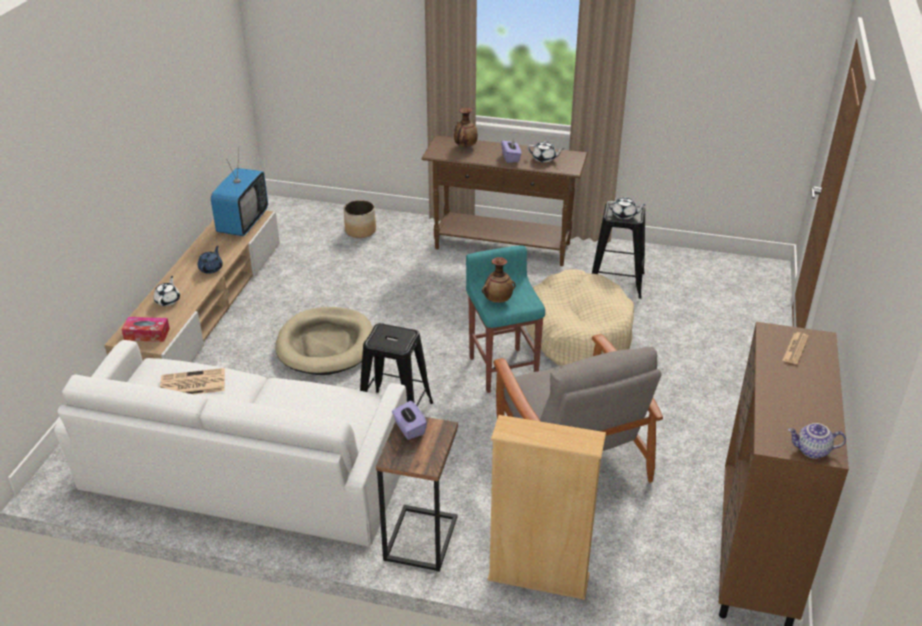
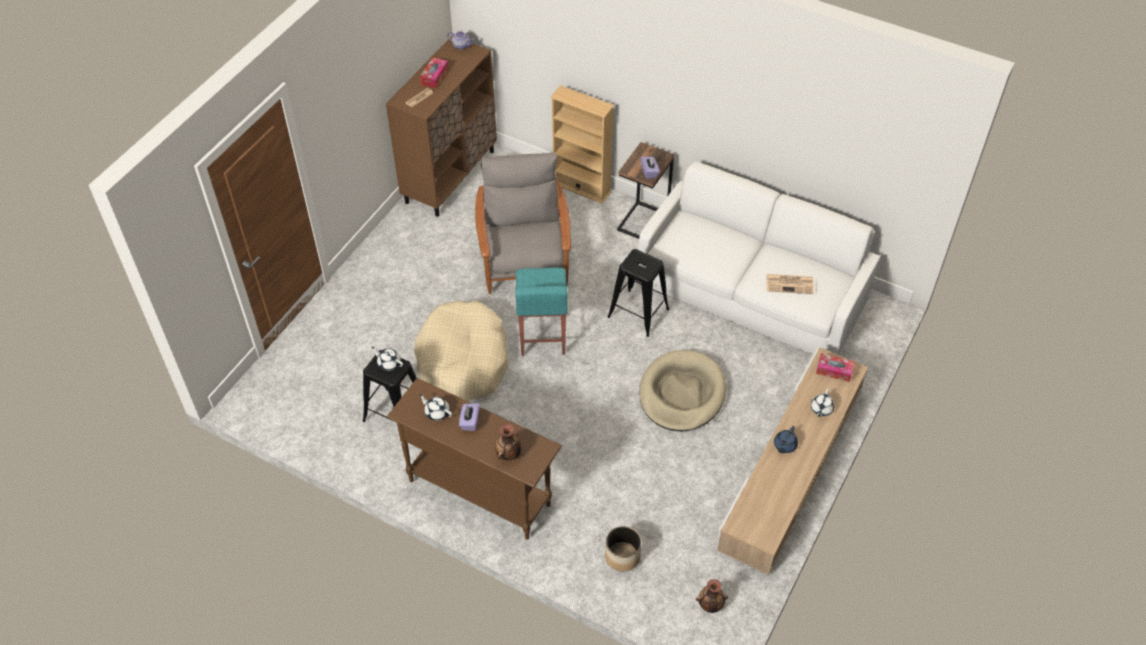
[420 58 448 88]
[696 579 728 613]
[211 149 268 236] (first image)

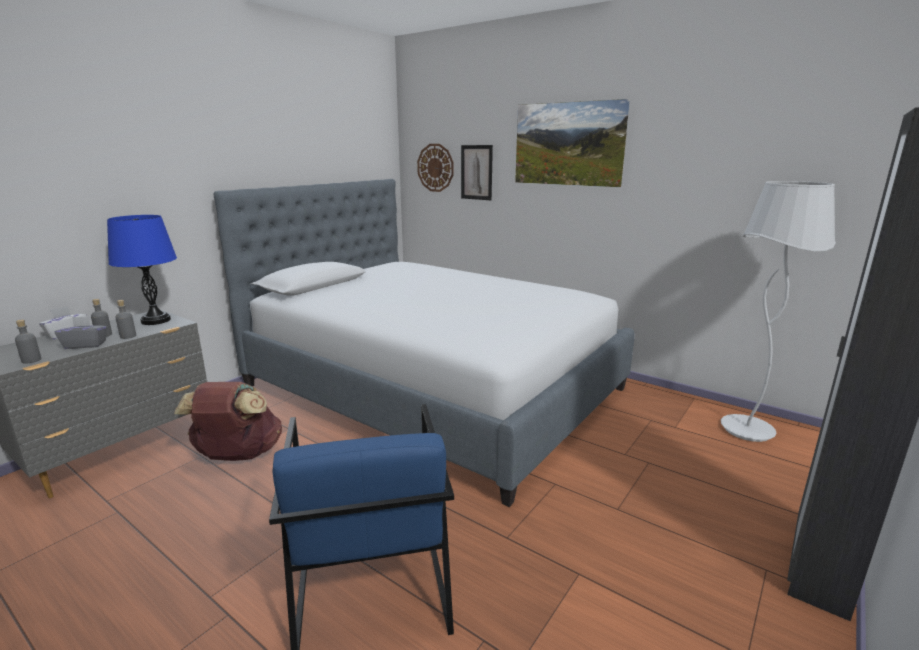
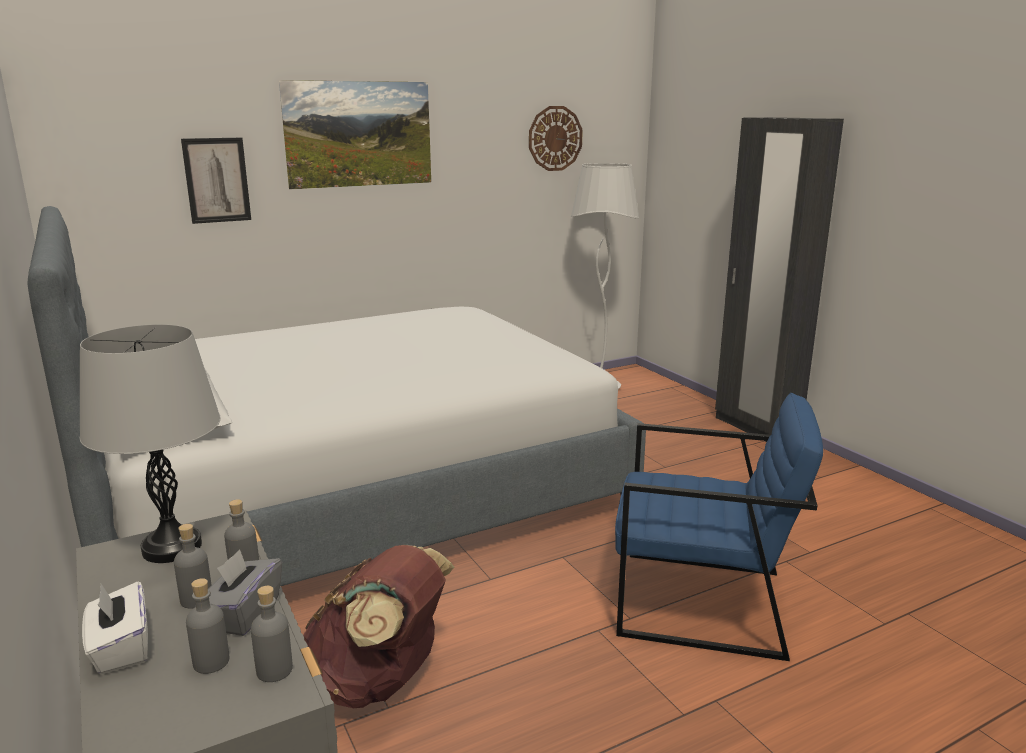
[80 324 221 563]
[186 578 229 674]
[529 106 583 171]

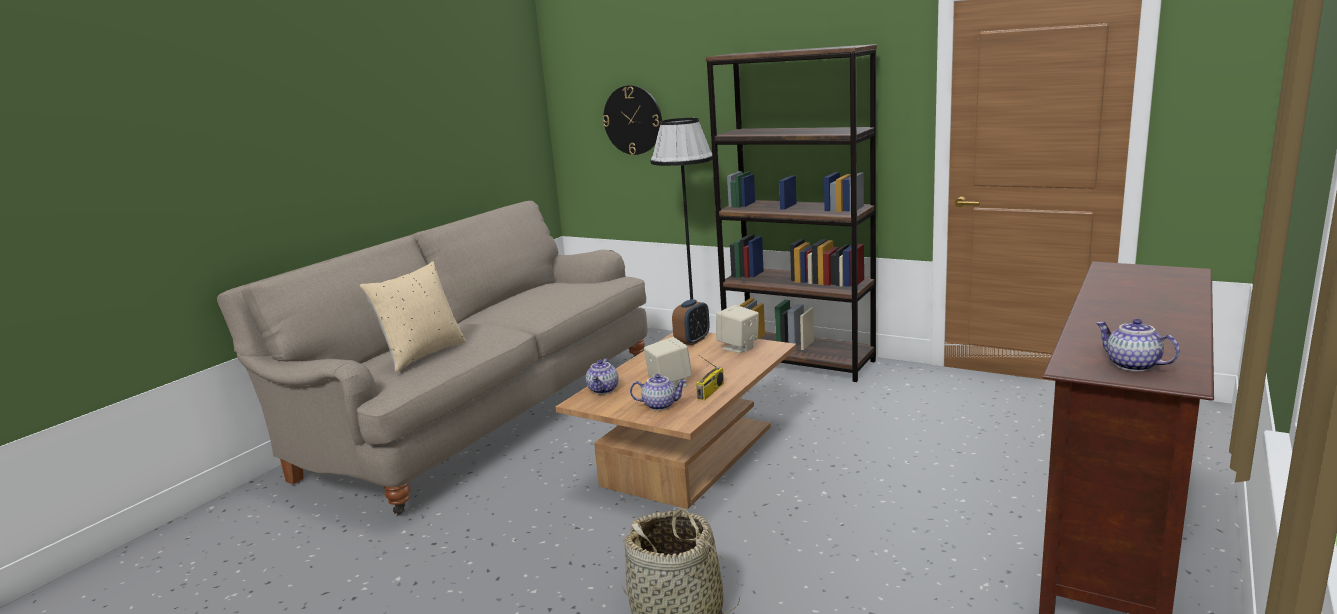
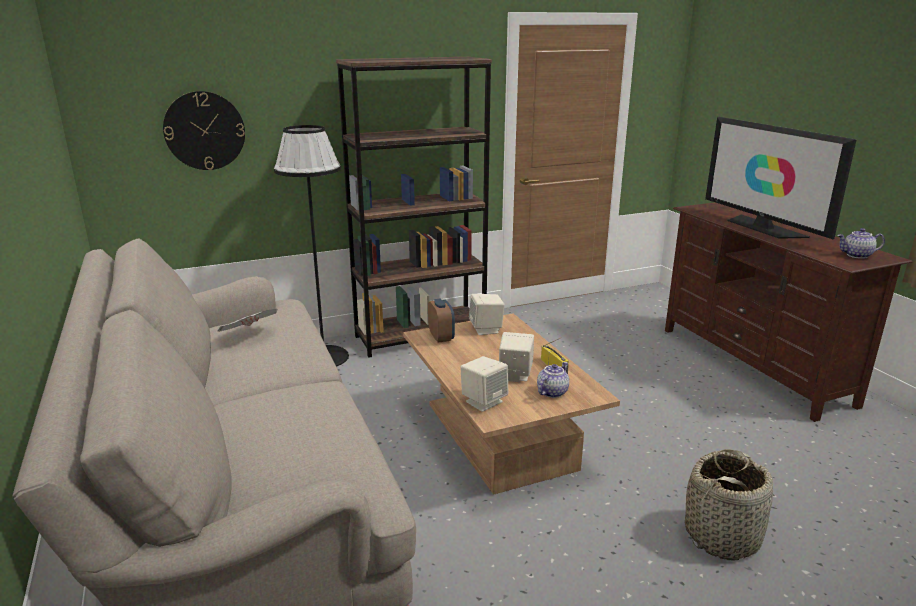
[217 309 277 332]
[460 356 509 412]
[705 117 857 239]
[360 261 466 372] (first image)

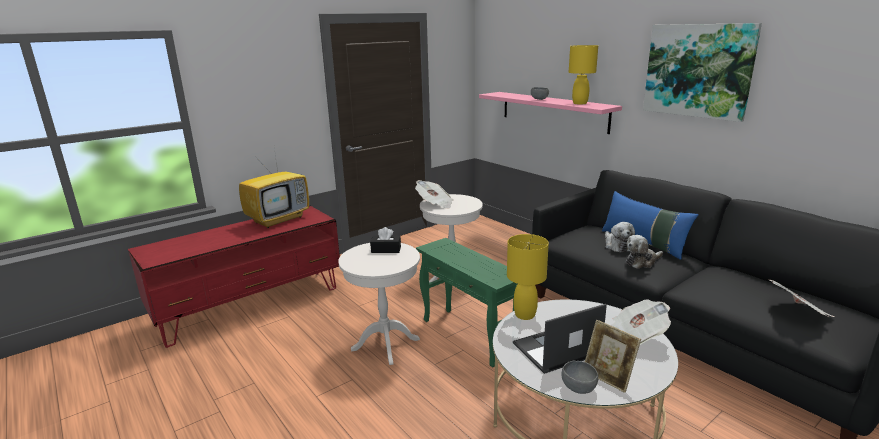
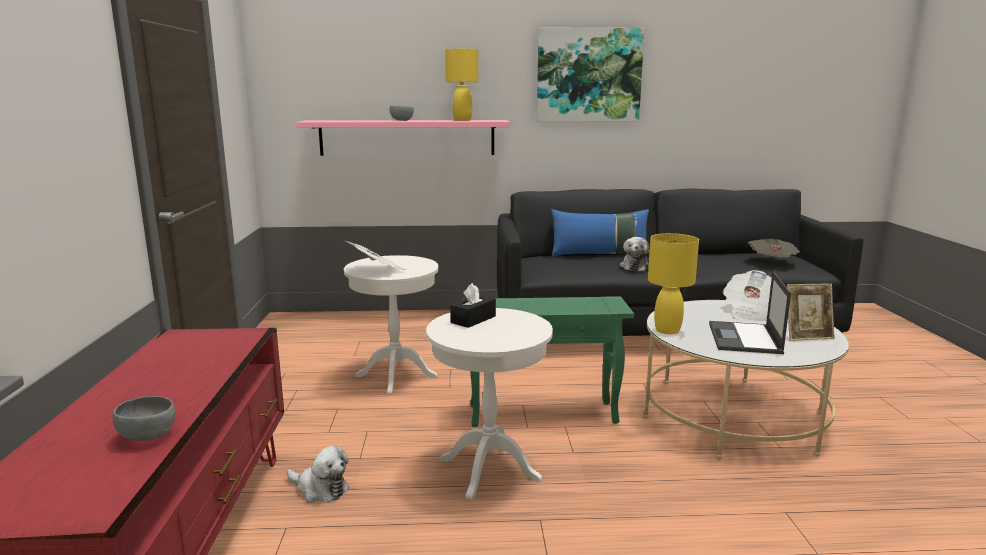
[113 396 175 441]
[287 446 349 503]
[239 148 309 228] (first image)

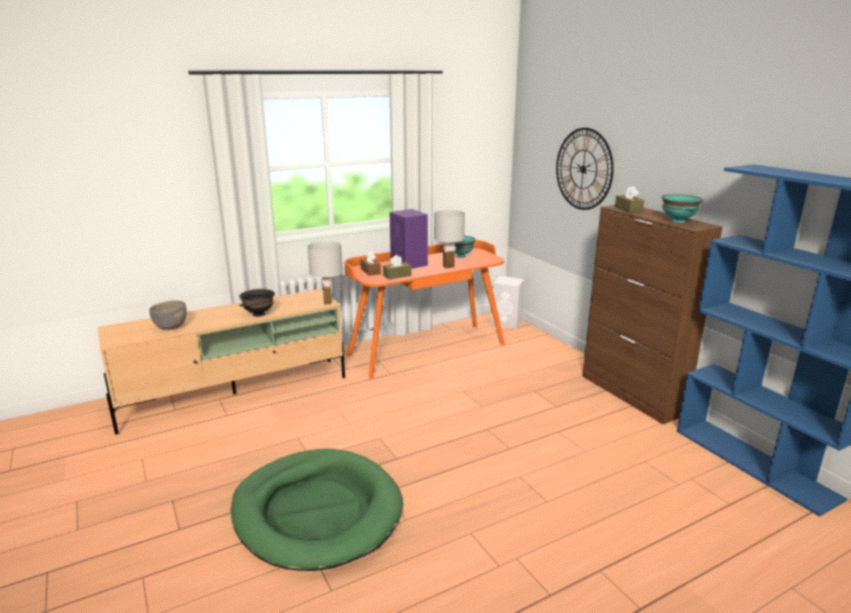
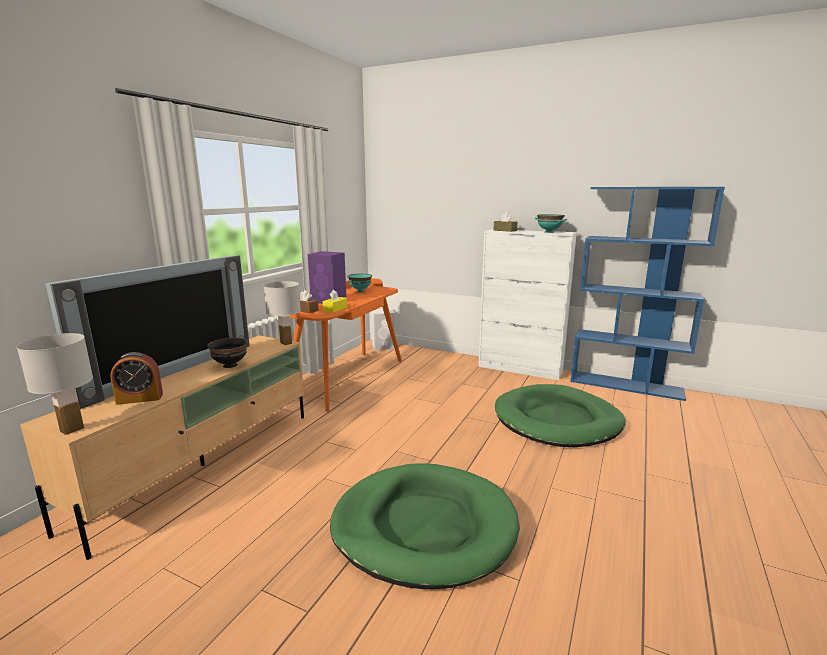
[17 333 93 435]
[45 255 250 409]
[111 352 163 405]
[323 290 347 313]
[478 229 577 380]
[495 384 626 447]
[556 128 614 210] (first image)

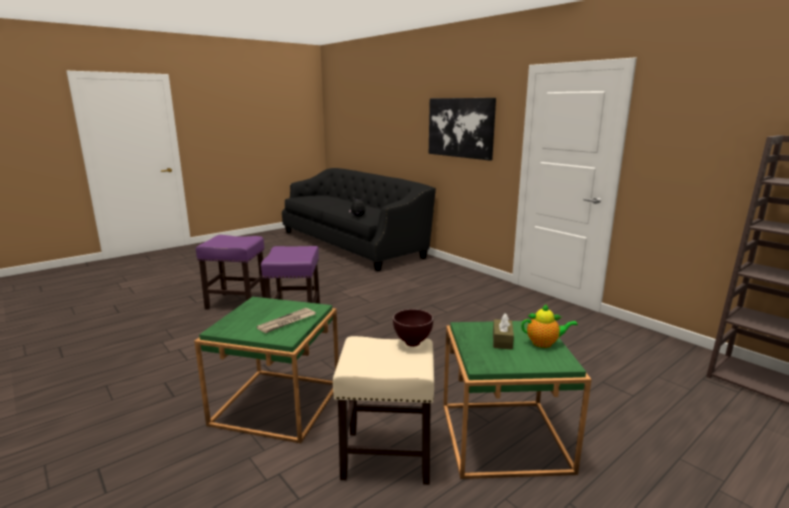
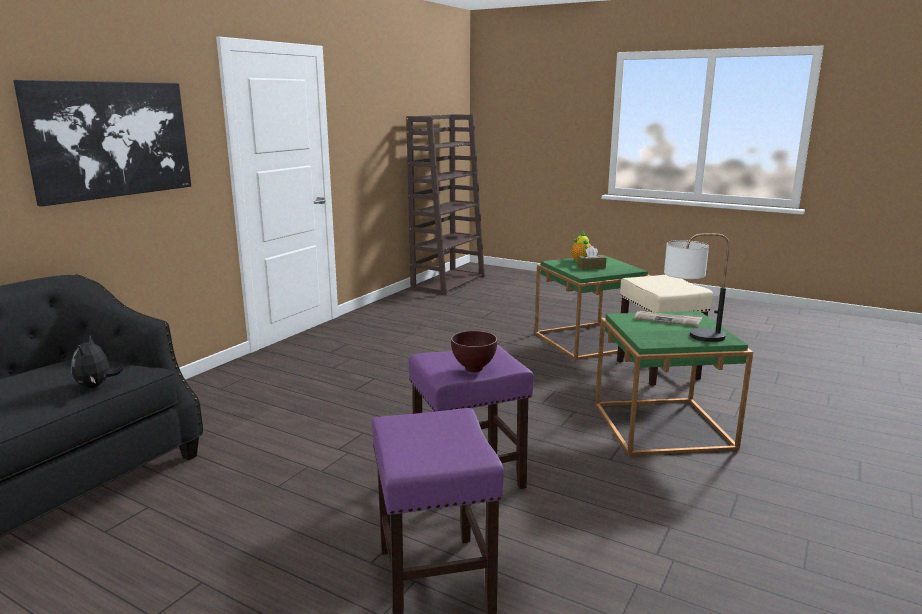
[451 331 497 372]
[664 233 729 342]

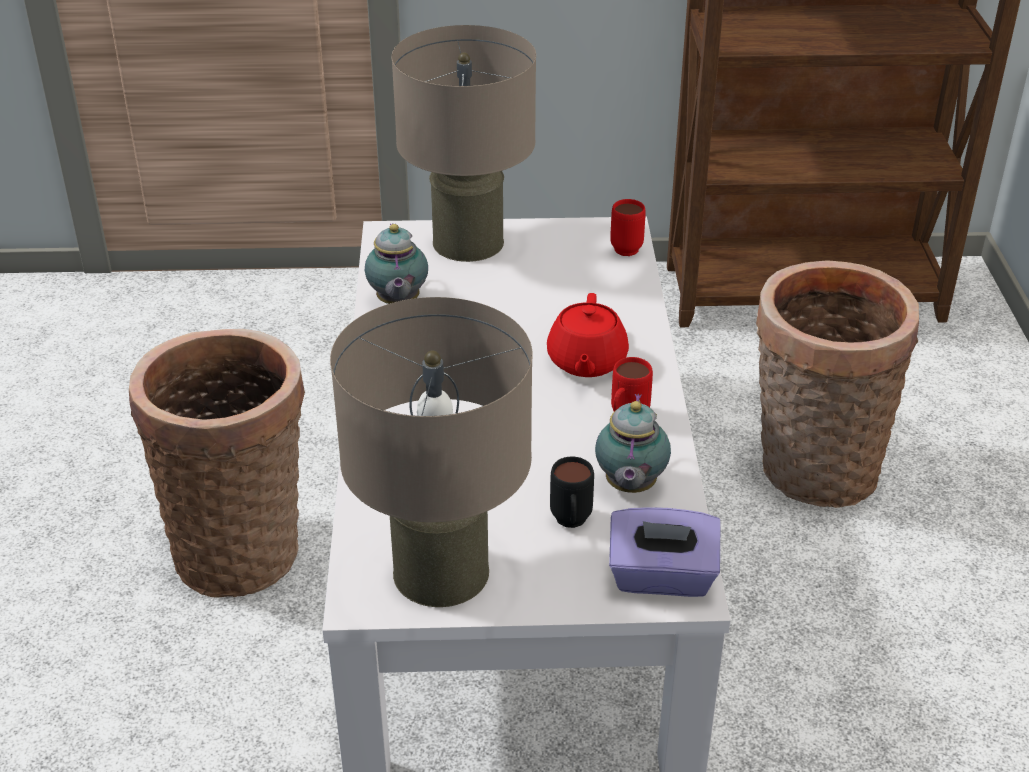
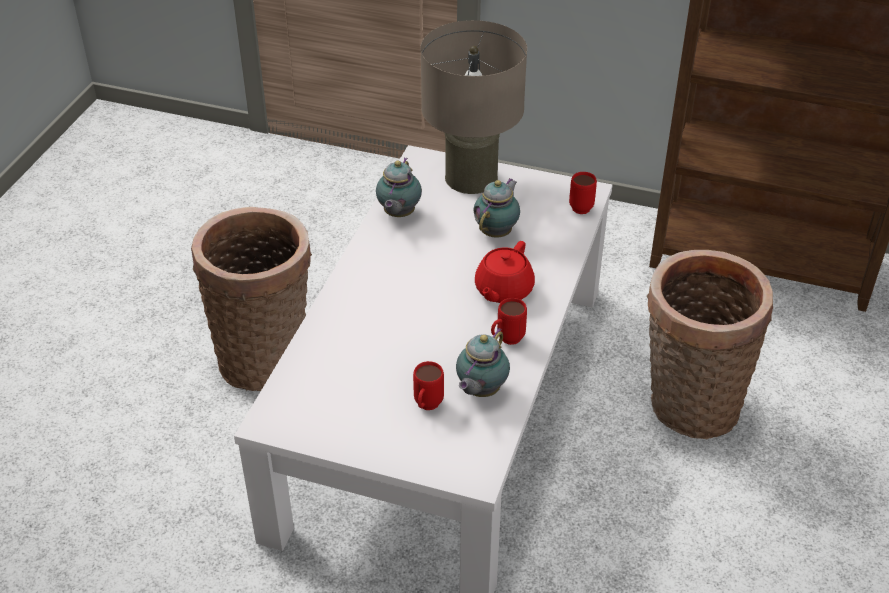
[413 361 444 410]
[473 178 520 237]
[330 297 533 607] (first image)
[609 507 720 597] (first image)

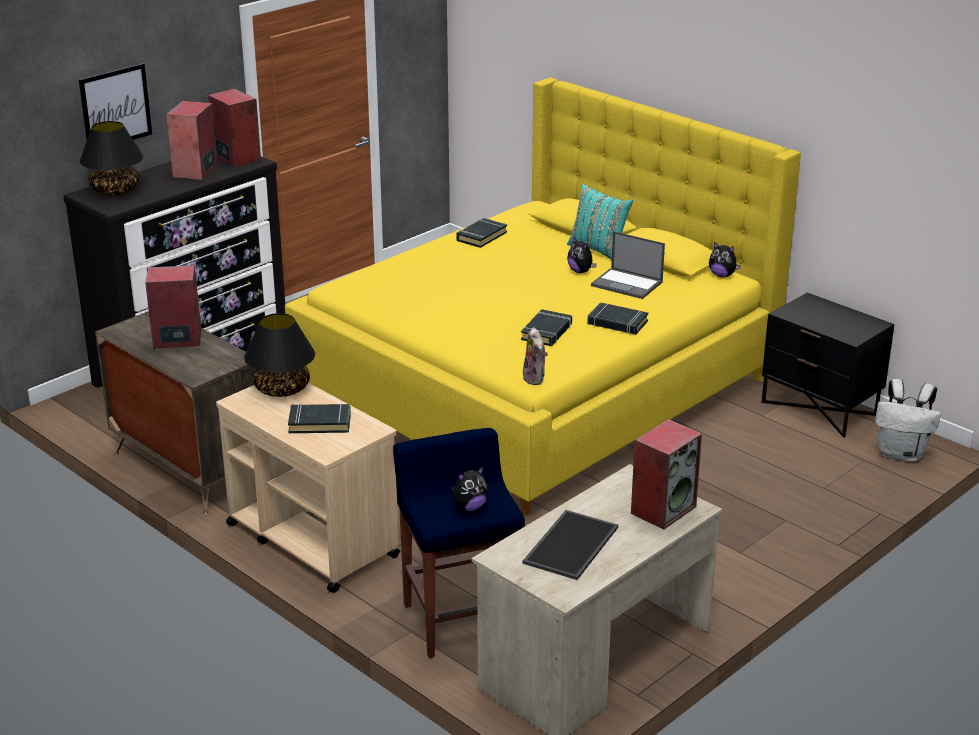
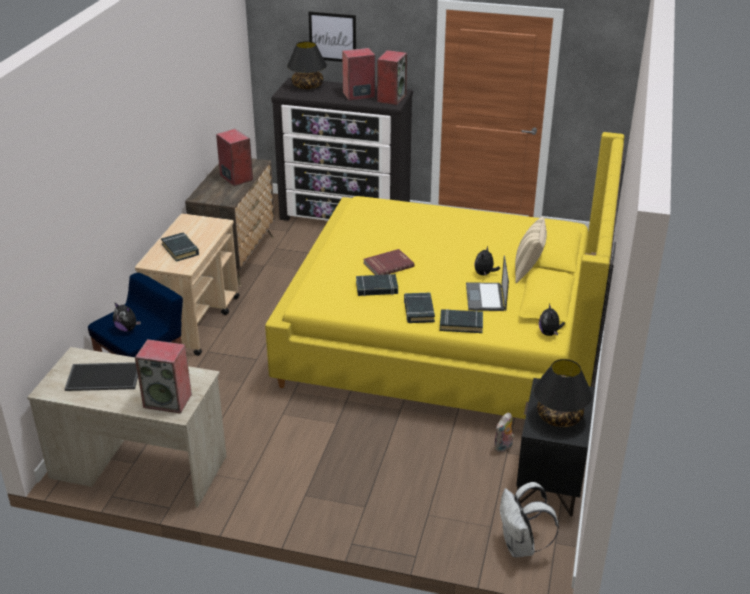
[363 249 414 275]
[440 309 483 333]
[494 412 514 452]
[515 216 547 284]
[534 359 592 427]

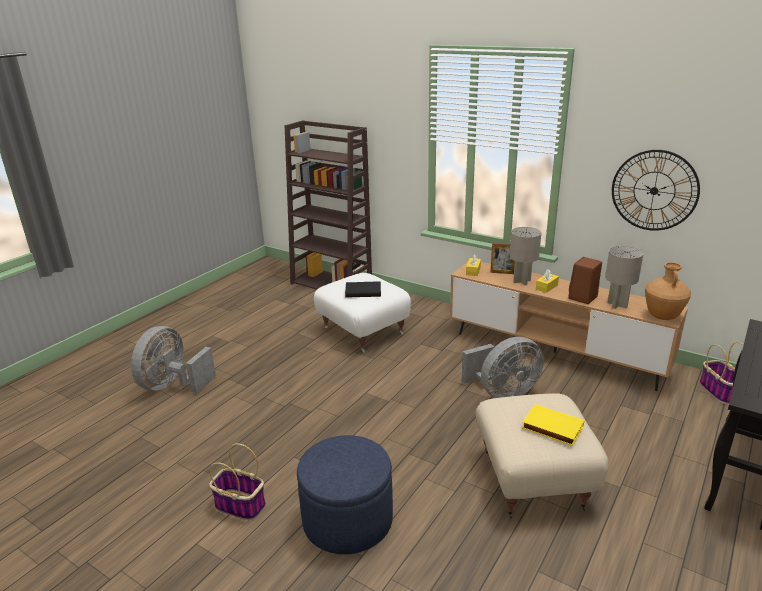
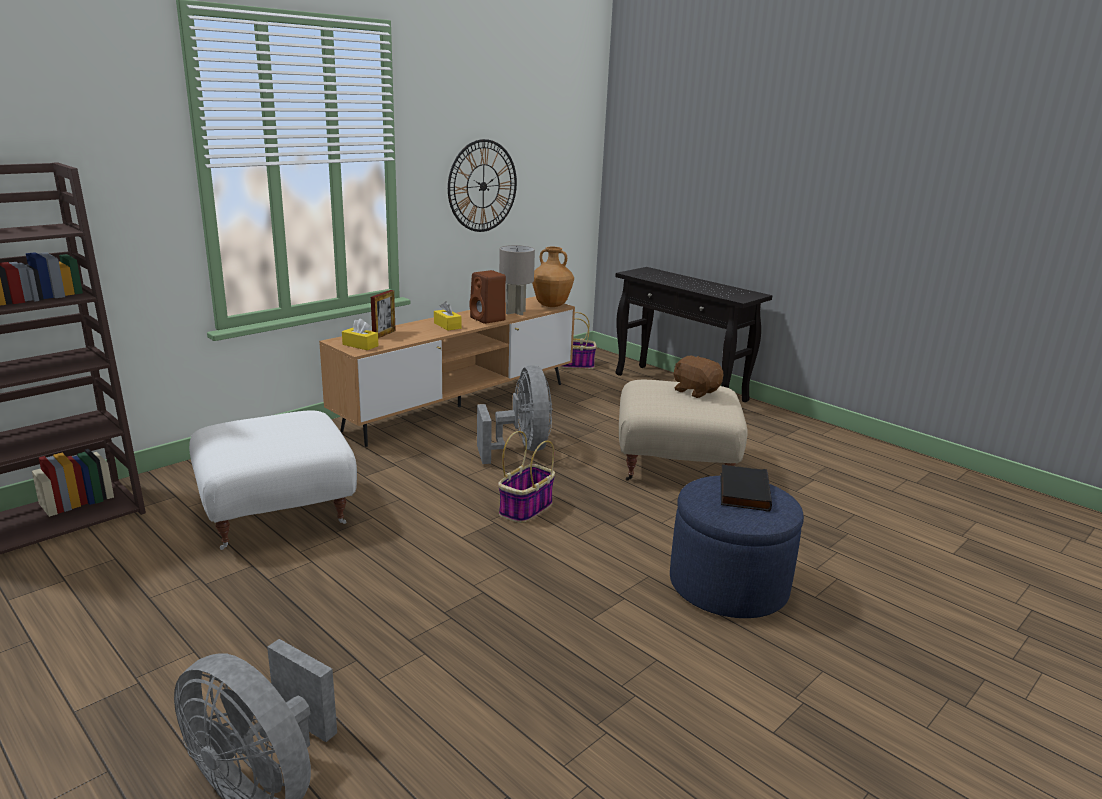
[498 431 555 523]
[673 356 724 398]
[720 465 772 512]
[509 227 541 285] (first image)

